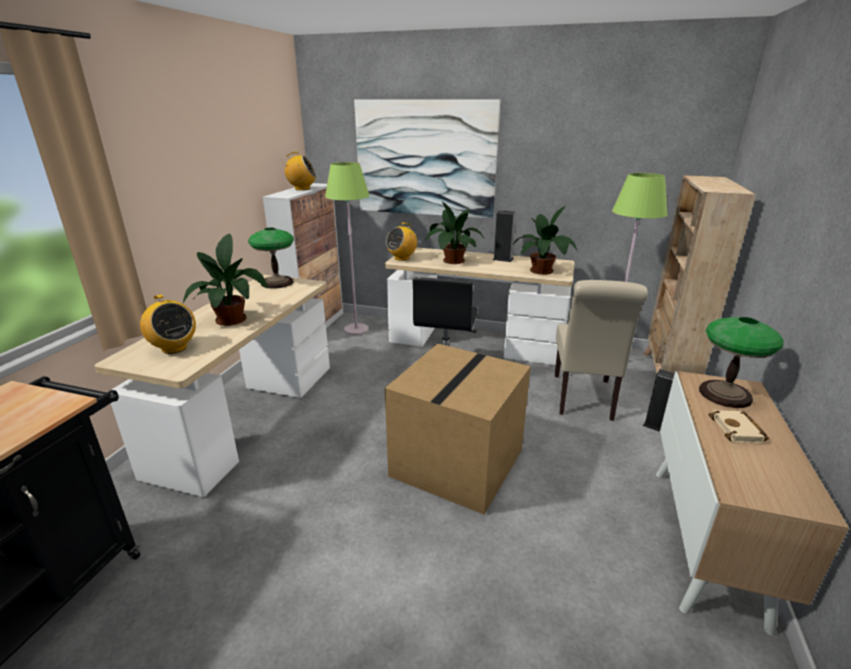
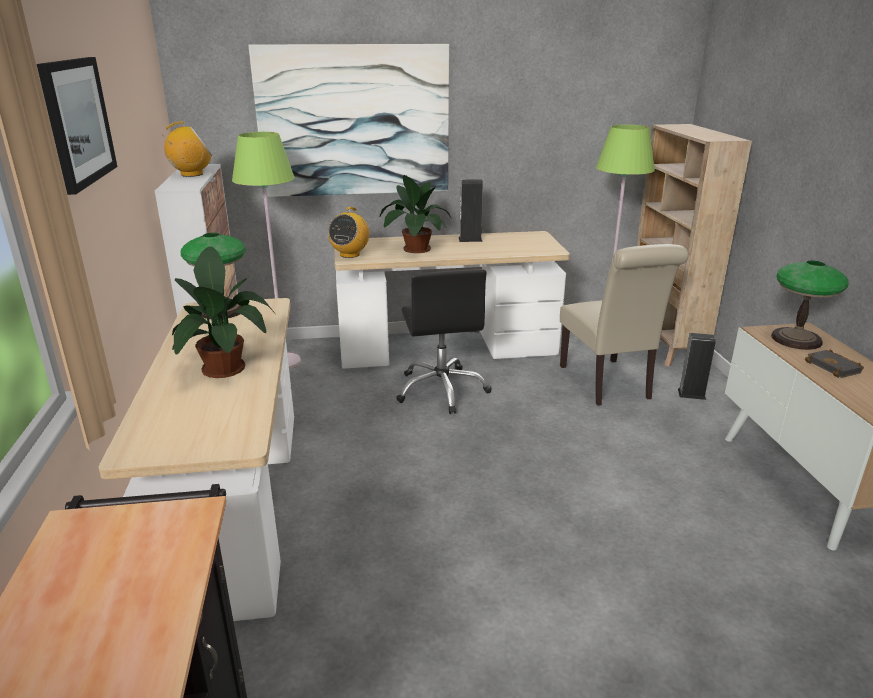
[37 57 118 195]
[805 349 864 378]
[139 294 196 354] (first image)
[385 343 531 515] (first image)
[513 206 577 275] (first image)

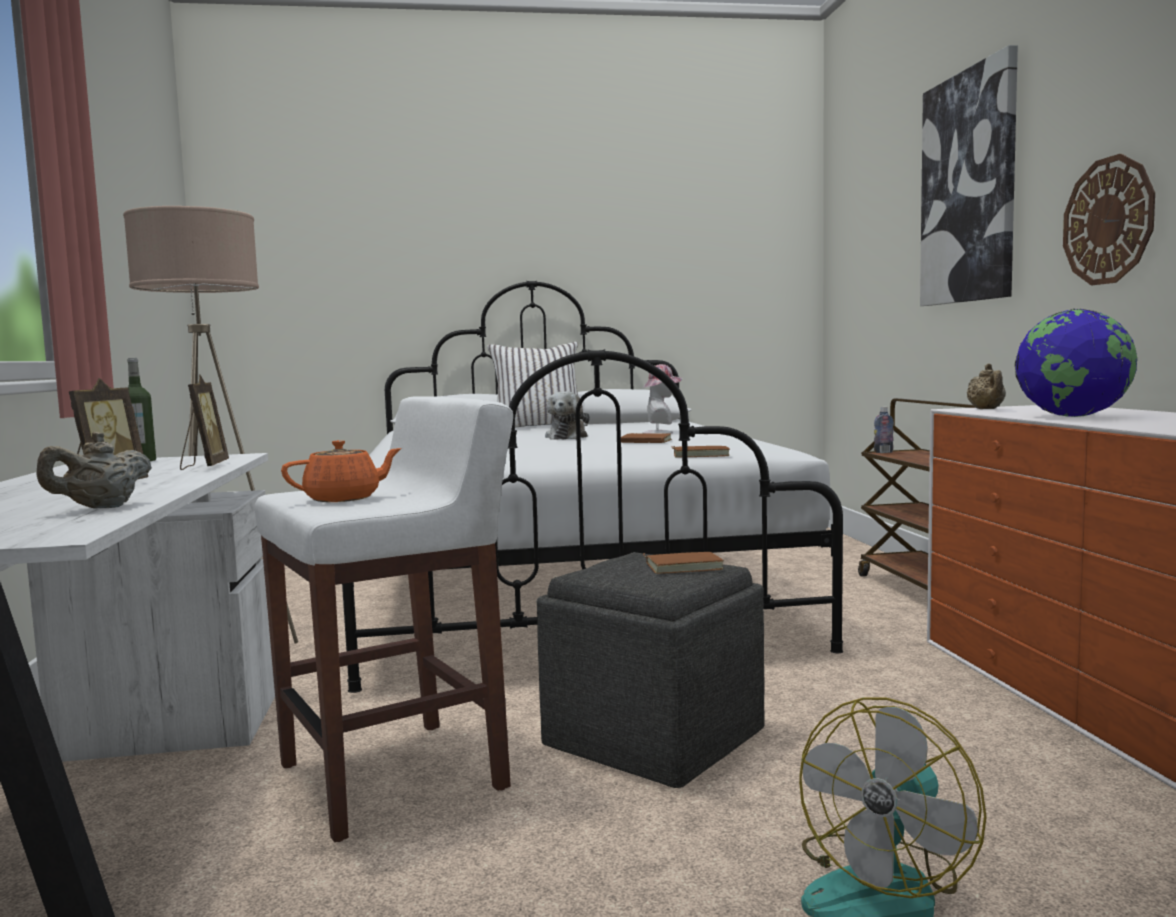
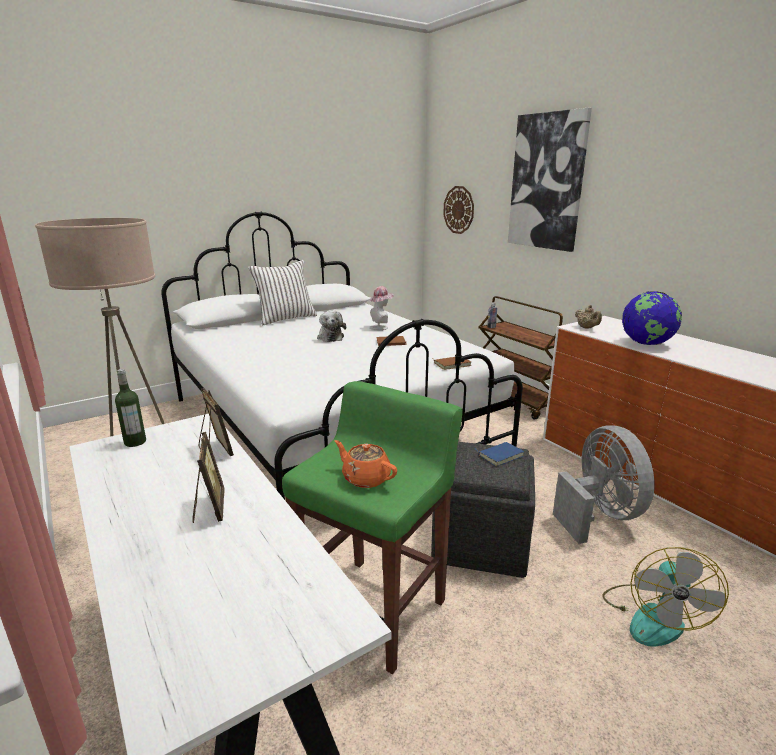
[282 381 463 674]
[335 440 397 488]
[443 186 474 234]
[473 442 524 466]
[553 425 654 544]
[37 432 152 509] (first image)

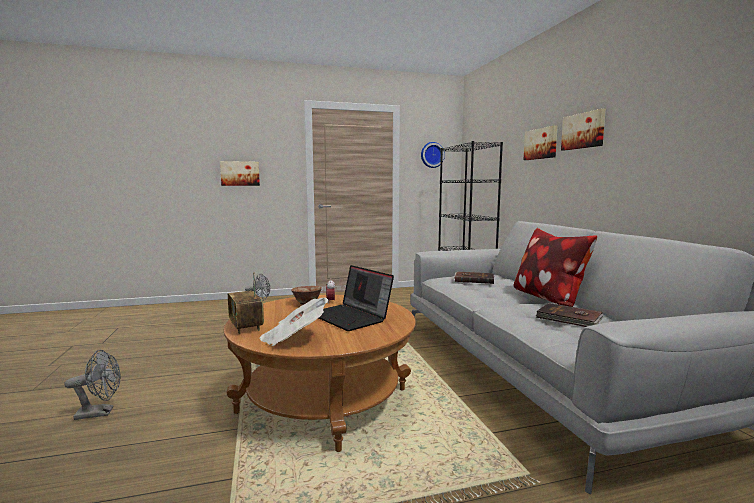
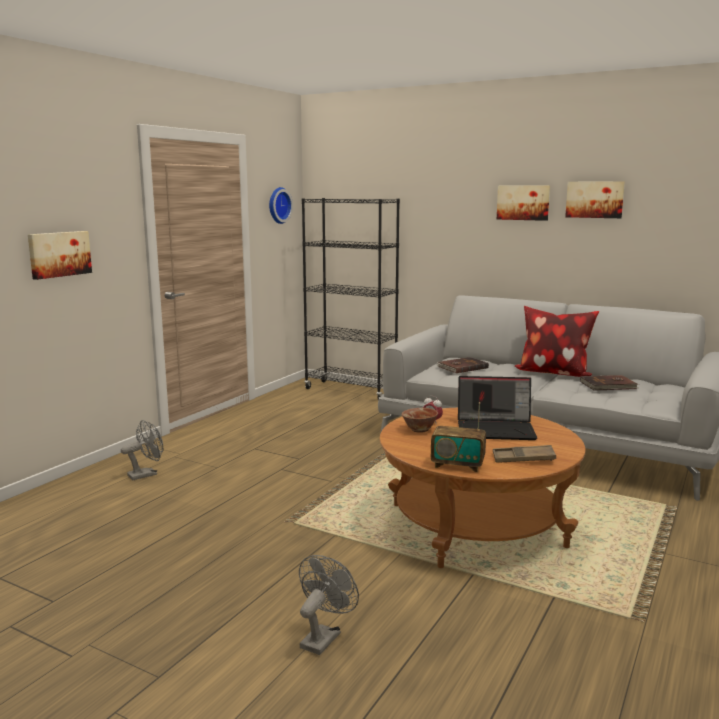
[493 445 556 462]
[565 181 625 218]

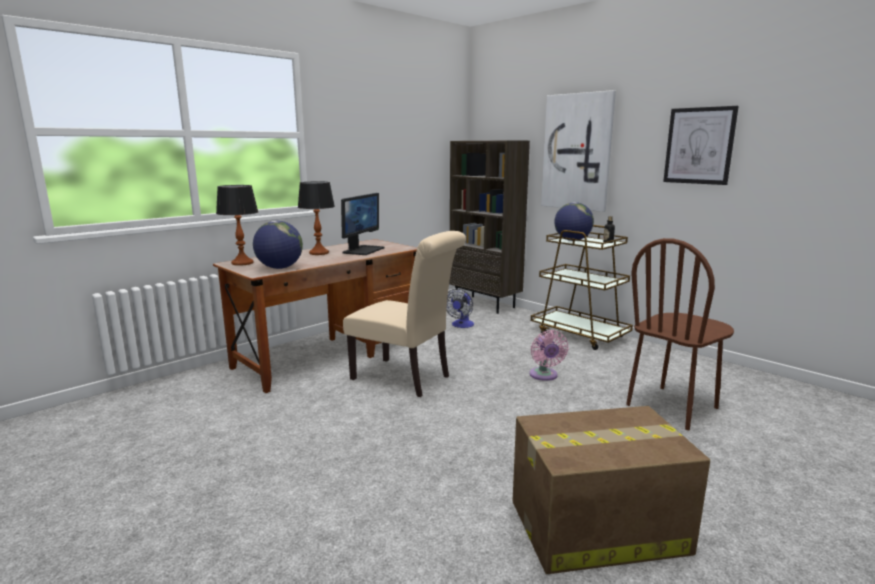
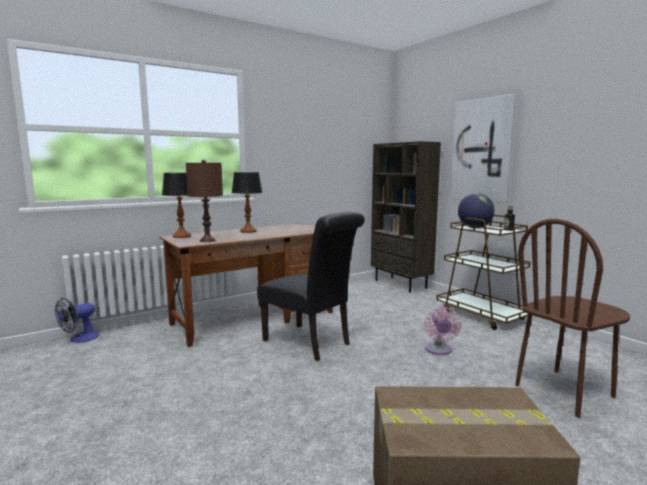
[55 298 100 343]
[186 160 223 242]
[257 212 365 361]
[341 193 384 255] (first image)
[663 106 739 185] (first image)

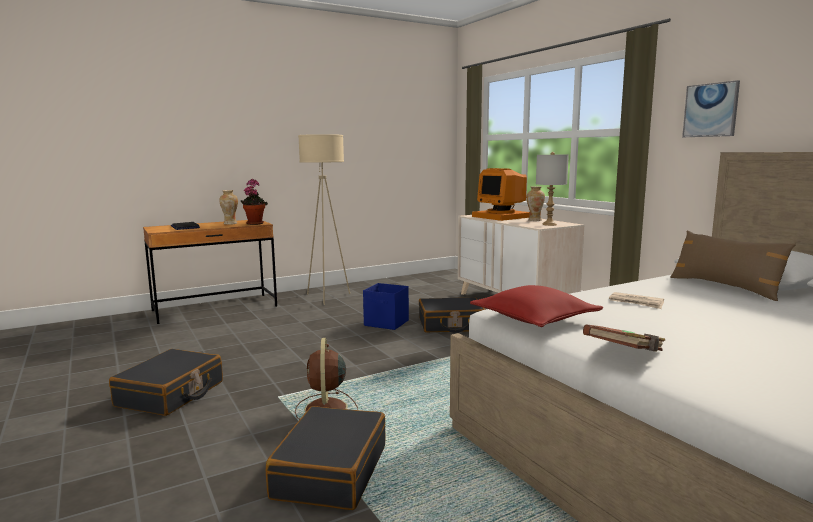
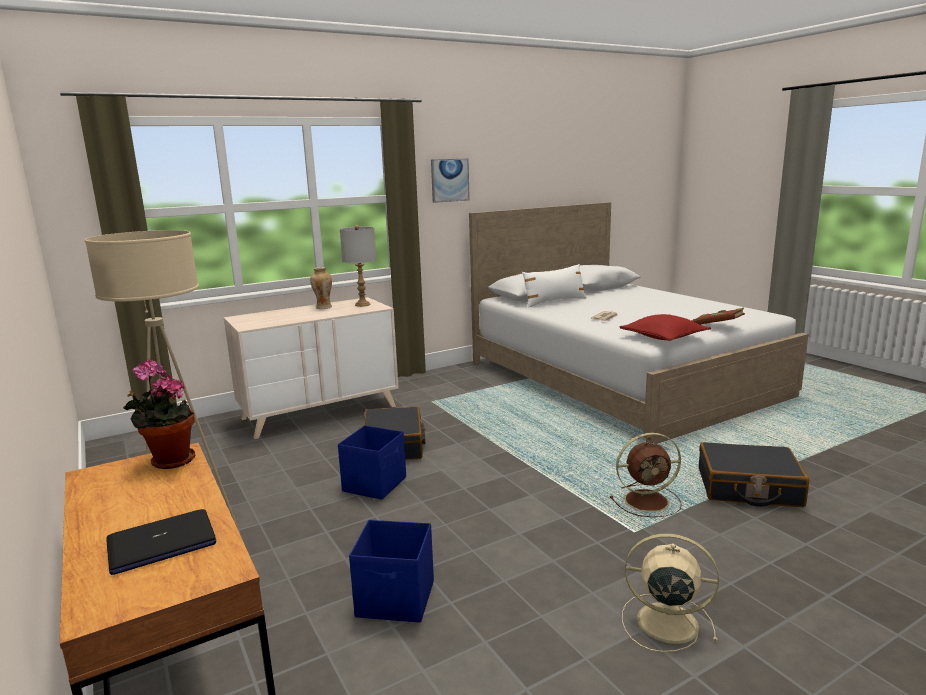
[349 520 434 623]
[522 264 587 308]
[622 533 719 652]
[219 190 238 225] (first image)
[472 168 530 221] (first image)

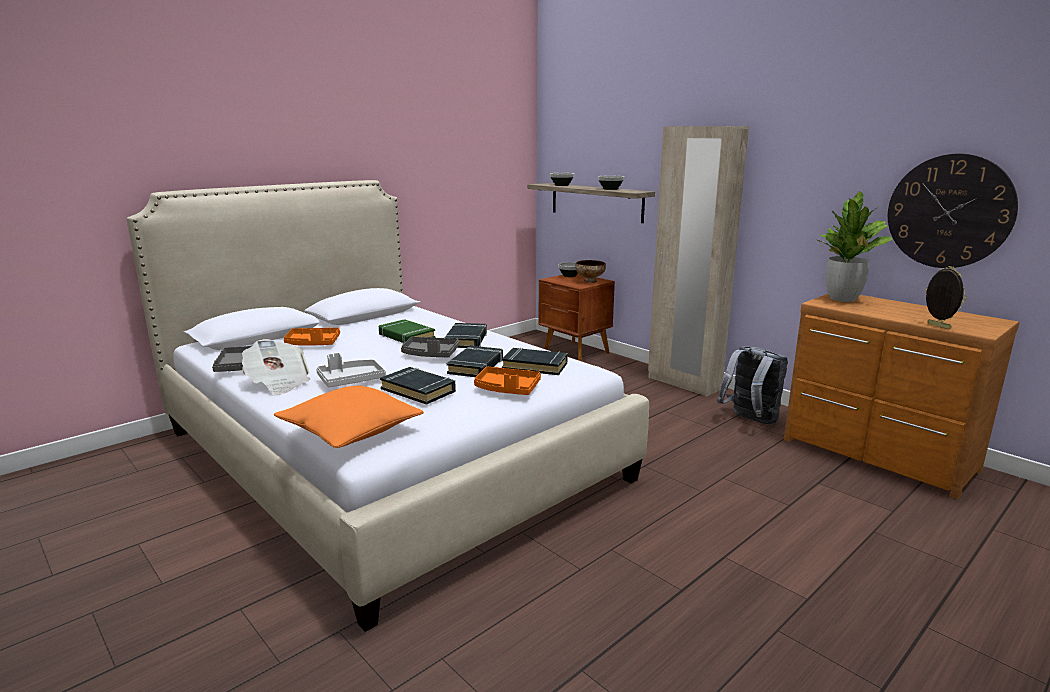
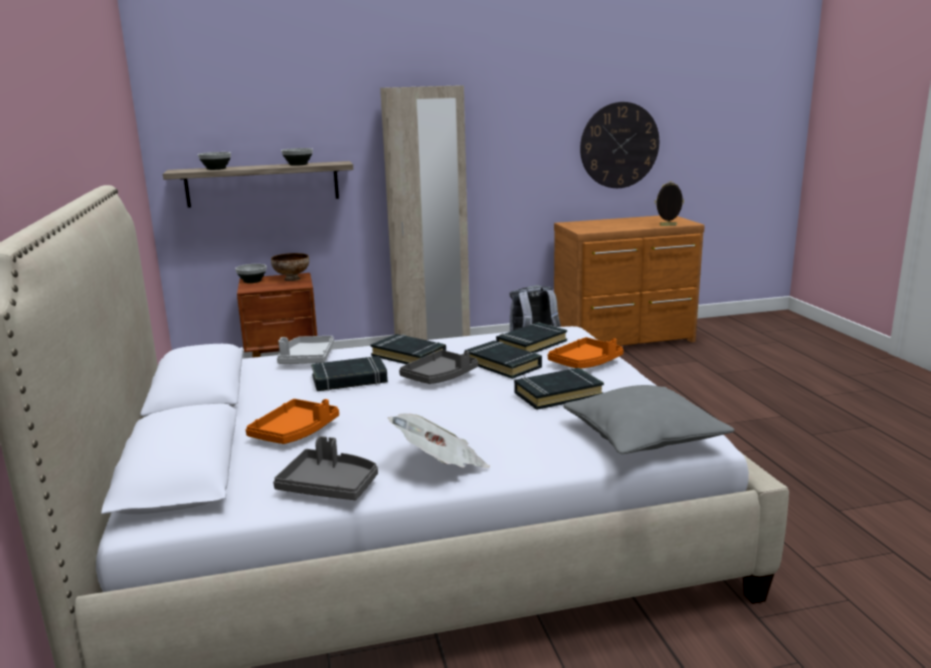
[277 336 334 364]
[311 356 388 391]
[563 385 734 454]
[818 191 892 302] (first image)

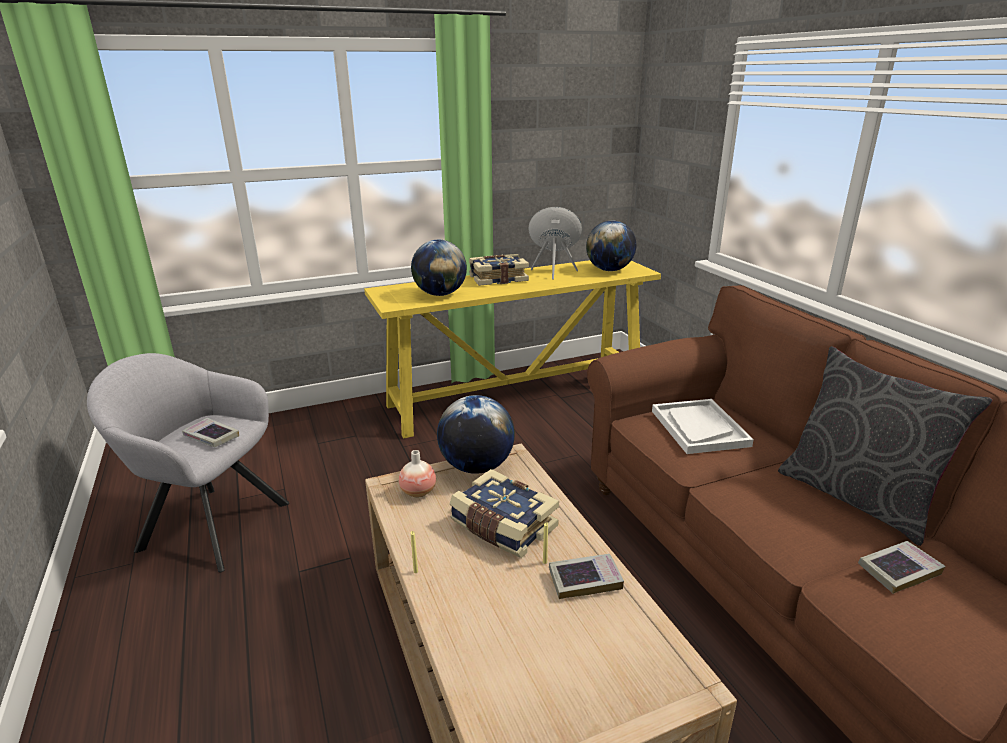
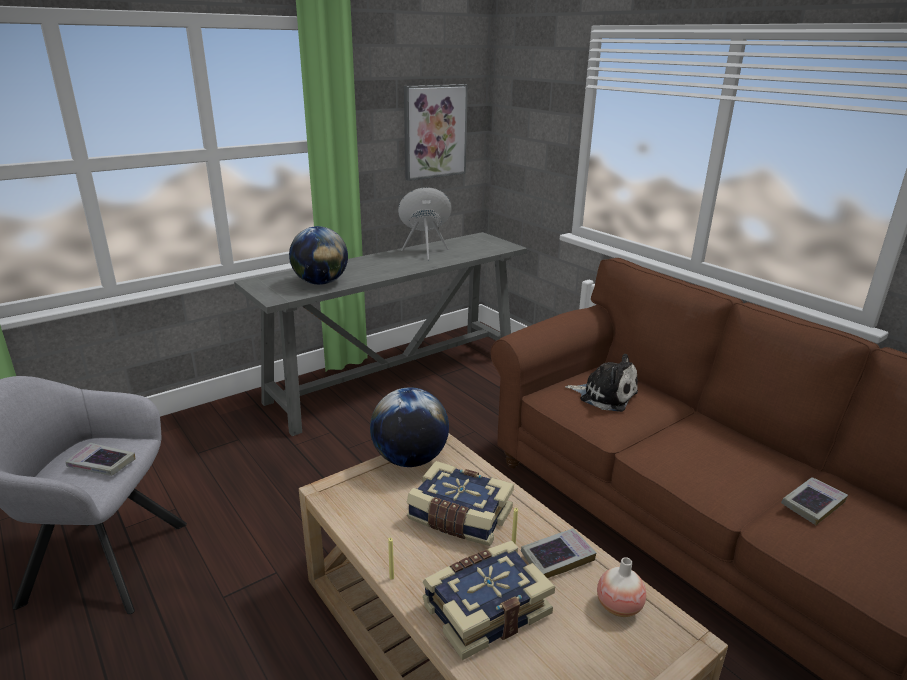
[234 232 527 436]
[404 84 468 181]
[423 541 555 660]
[565 354 638 412]
[597 557 646 617]
[586 221 636 271] (first image)
[778 346 993 546] (first image)

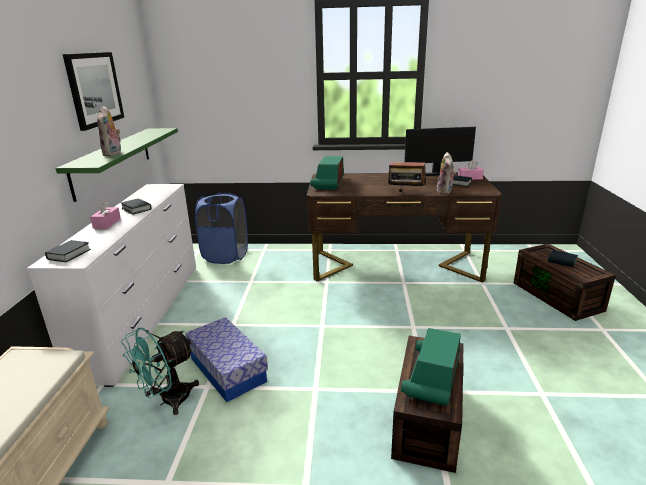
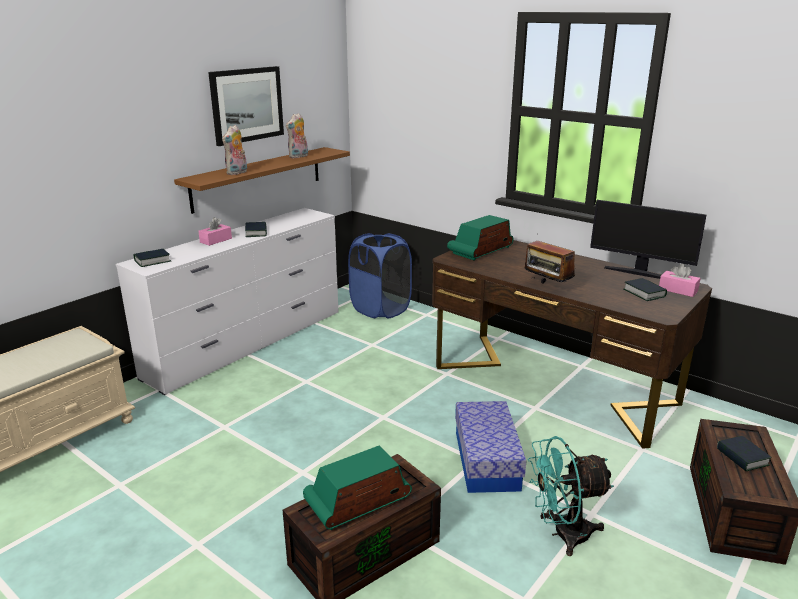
[174 147 350 214]
[286 113 308 158]
[455 401 526 493]
[528 436 614 556]

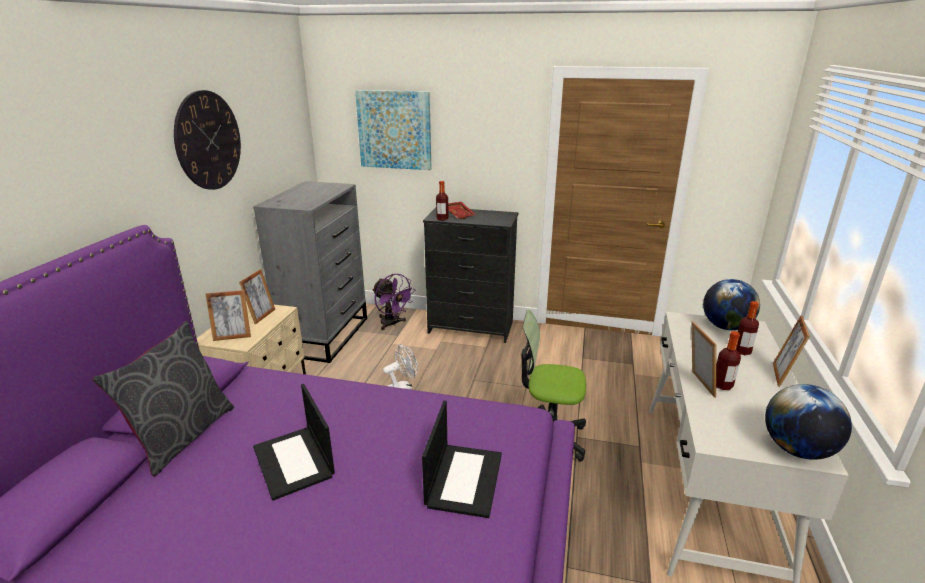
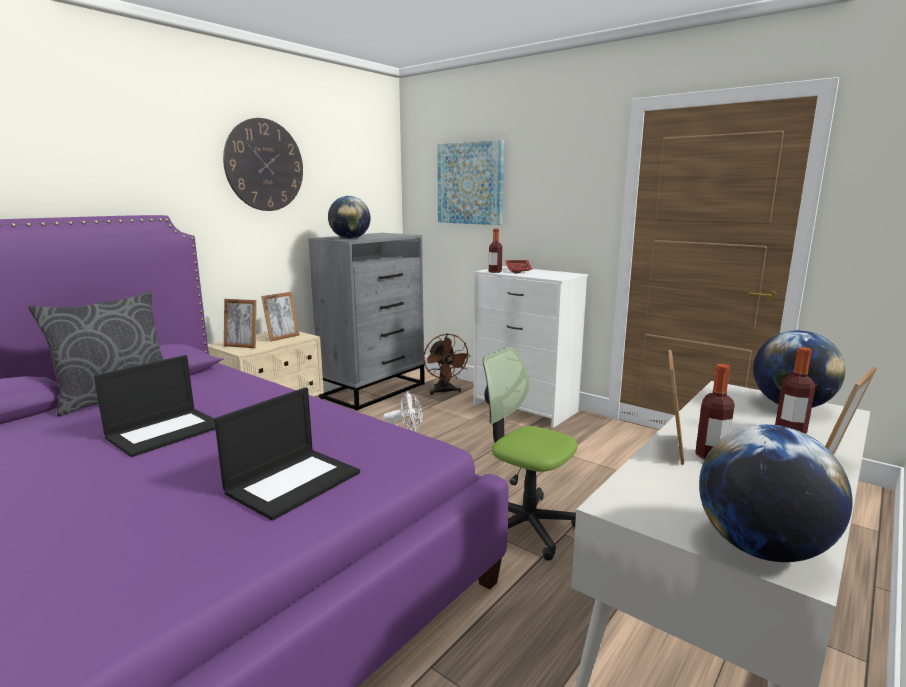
[94 355 215 457]
[328 196 371 239]
[423 333 471 395]
[474 266 588 428]

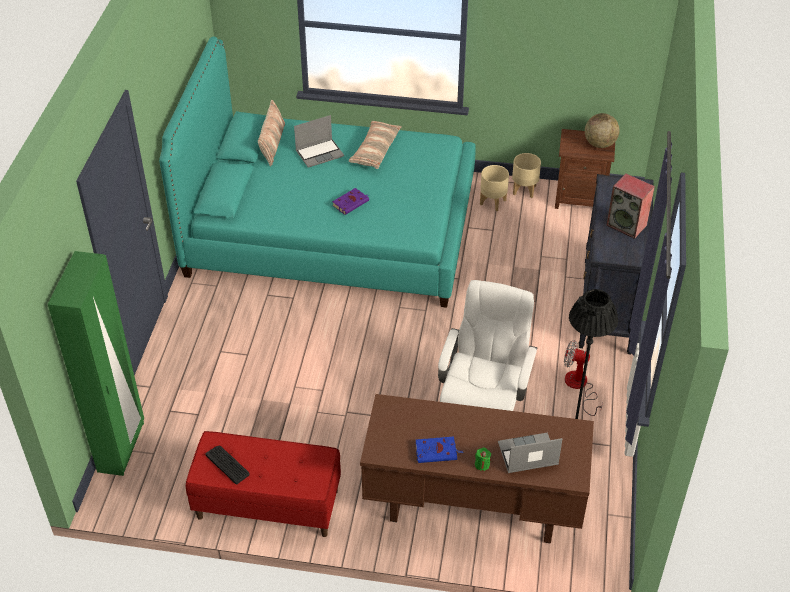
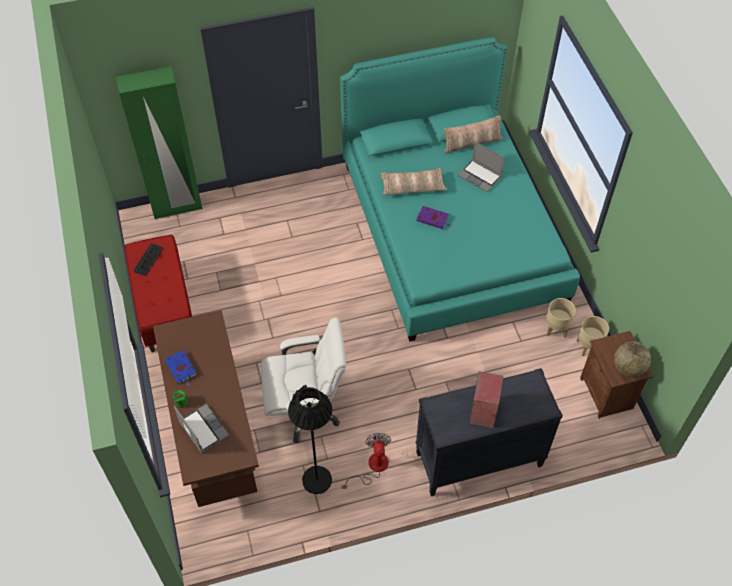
[380 168 447 195]

